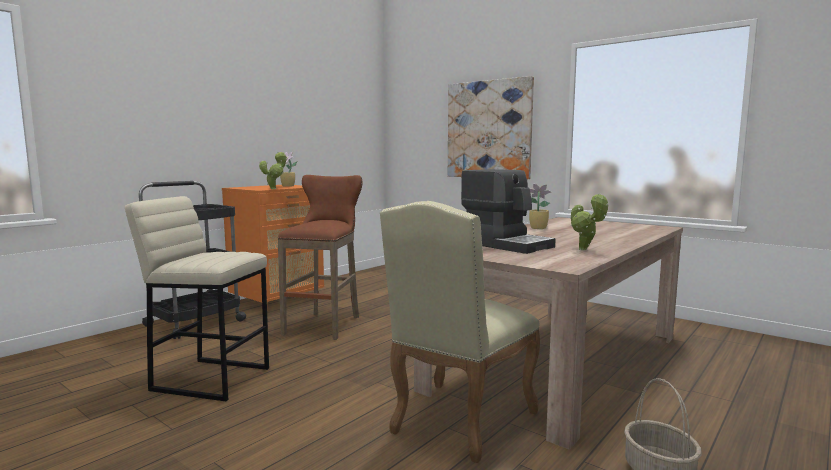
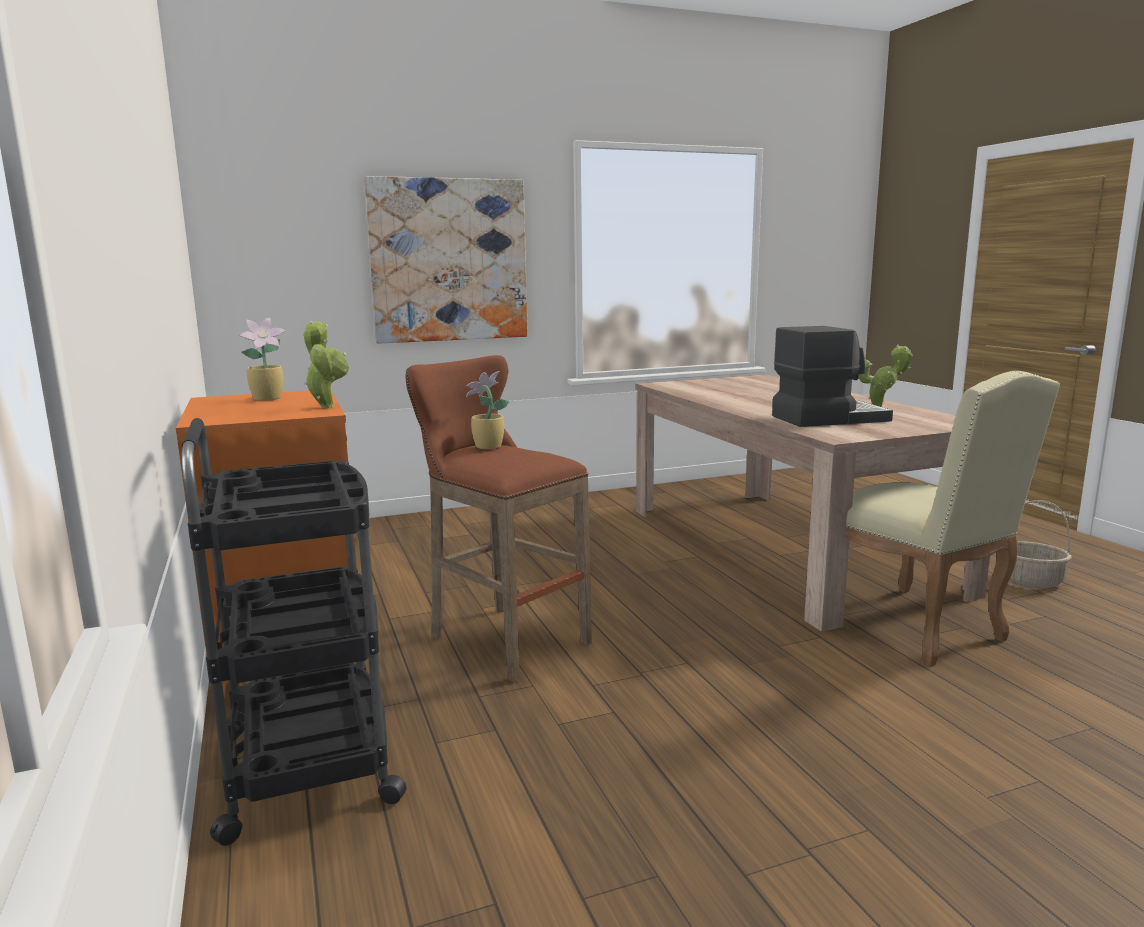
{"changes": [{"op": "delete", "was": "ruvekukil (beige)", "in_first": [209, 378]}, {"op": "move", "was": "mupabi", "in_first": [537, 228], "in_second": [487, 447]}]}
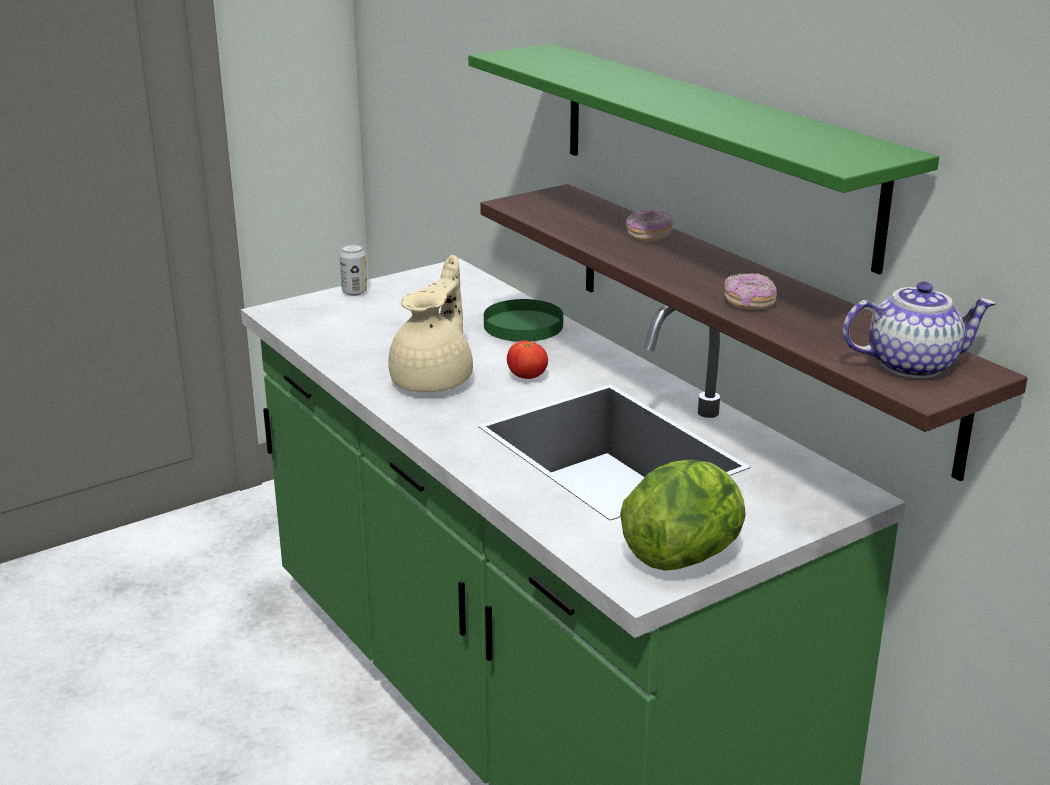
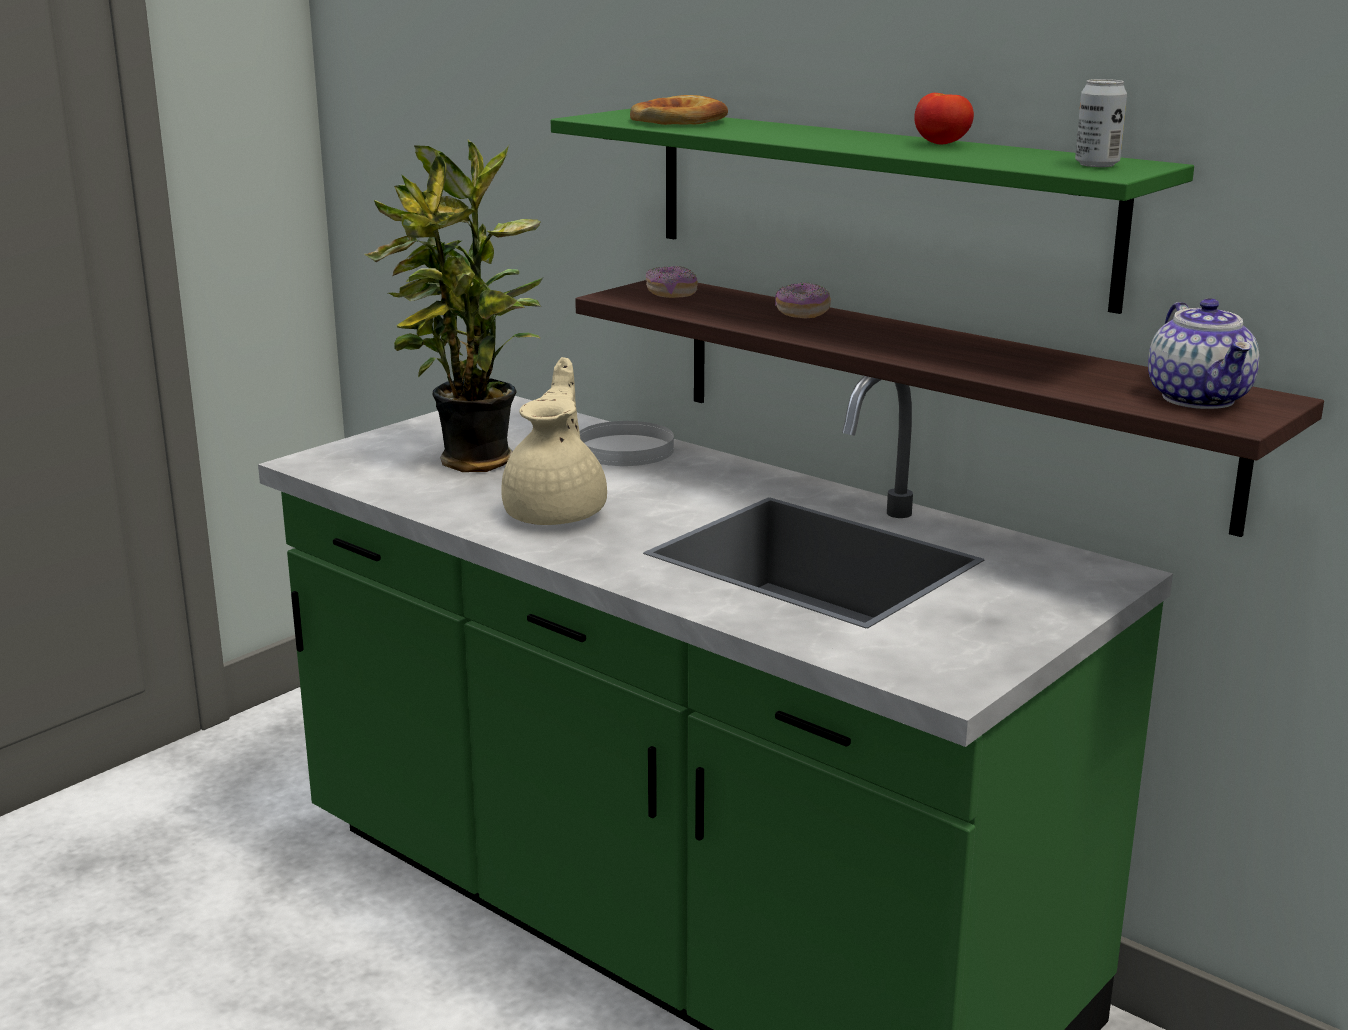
{"changes": [{"op": "delete", "was": "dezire", "in_first": [685, 556]}, {"op": "insert", "now": "mupabi", "in_second": [472, 463]}, {"op": "insert", "now": "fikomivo", "in_second": [679, 121]}, {"op": "move", "was": "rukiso", "in_first": [354, 292], "in_second": [1097, 164]}, {"op": "move", "was": "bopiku", "in_first": [527, 377], "in_second": [942, 144]}, {"op": "move", "was": "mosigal", "in_first": [749, 303], "in_second": [671, 294]}, {"op": "recolor", "was": "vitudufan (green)", "now": "vitudufan (white)", "in_first": [522, 325], "in_second": [624, 450]}, {"op": "rotate", "was": "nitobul", "in_first": [912, 365], "in_second": [1200, 399], "clockwise": 105}]}
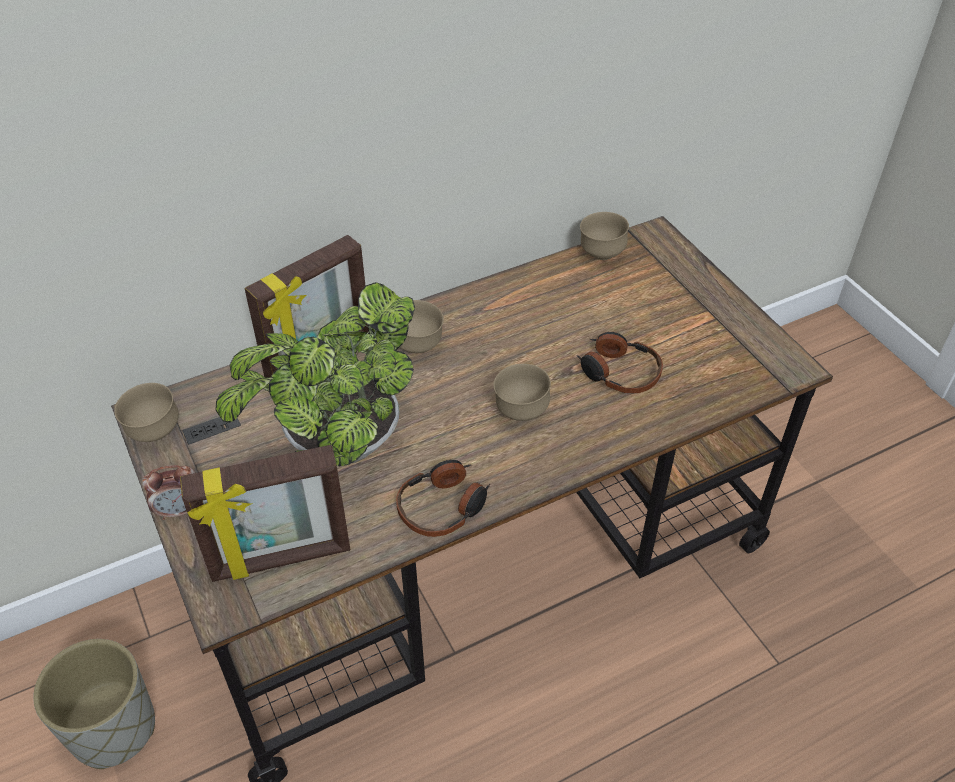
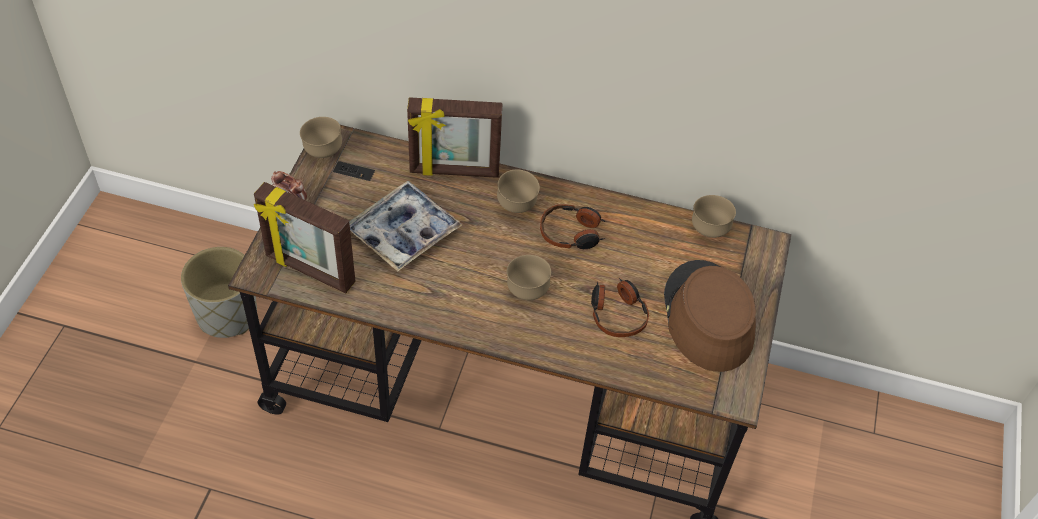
{"changes": [{"op": "insert", "now": "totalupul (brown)", "in_second": [707, 317]}, {"op": "move", "was": "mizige", "in_first": [443, 506], "in_second": [572, 233]}, {"op": "replace", "was": "mupabi", "now": "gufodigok", "in_first": [337, 447], "in_second": [403, 232]}]}
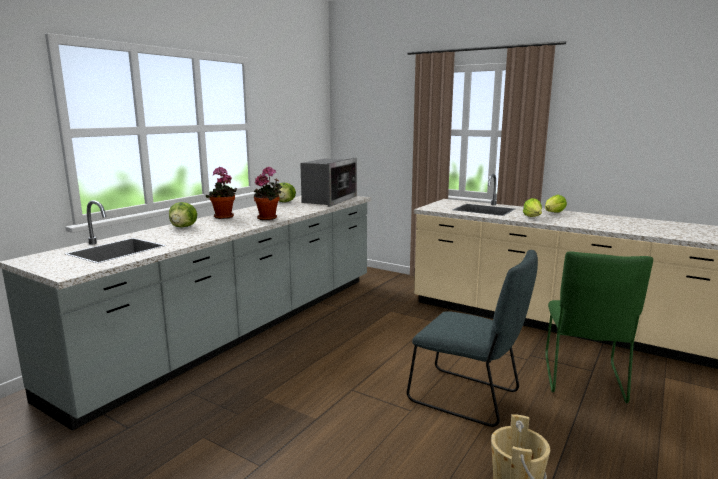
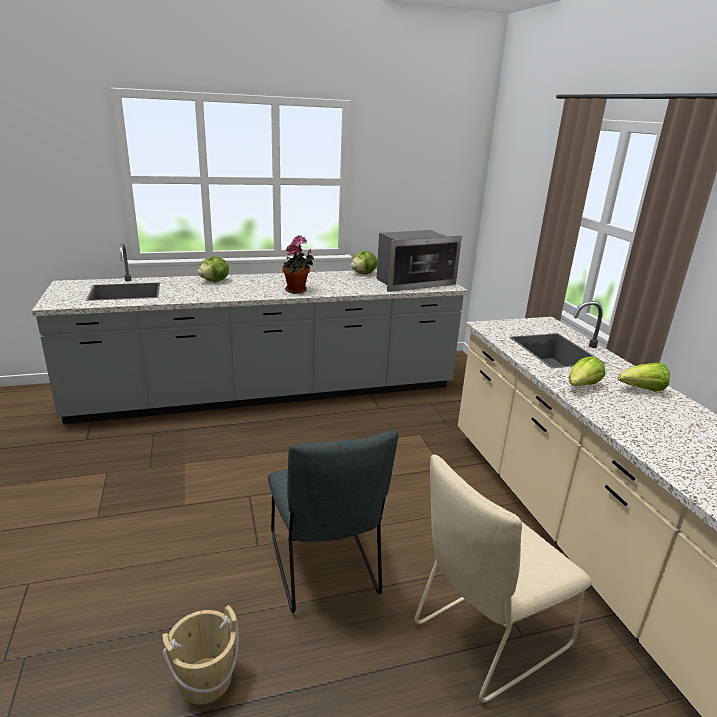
{"changes": [{"op": "delete", "was": "mupabi", "in_first": [223, 217]}, {"op": "recolor", "was": "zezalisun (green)", "now": "zezalisun (beige)", "in_first": [583, 380], "in_second": [486, 638]}]}
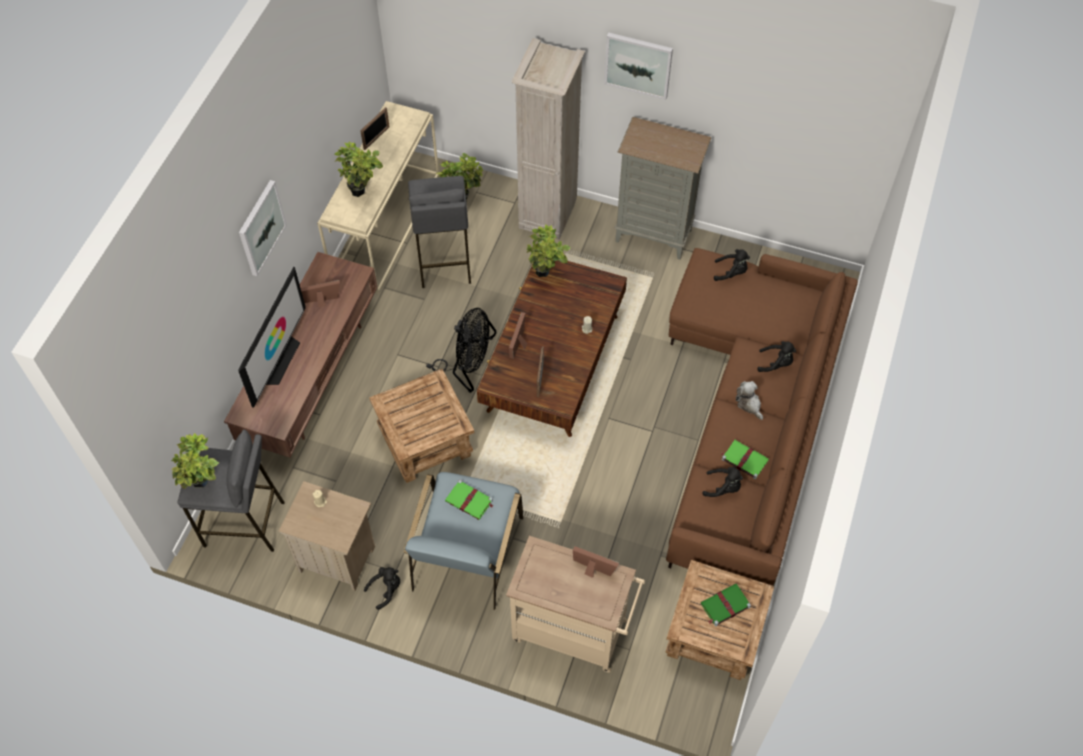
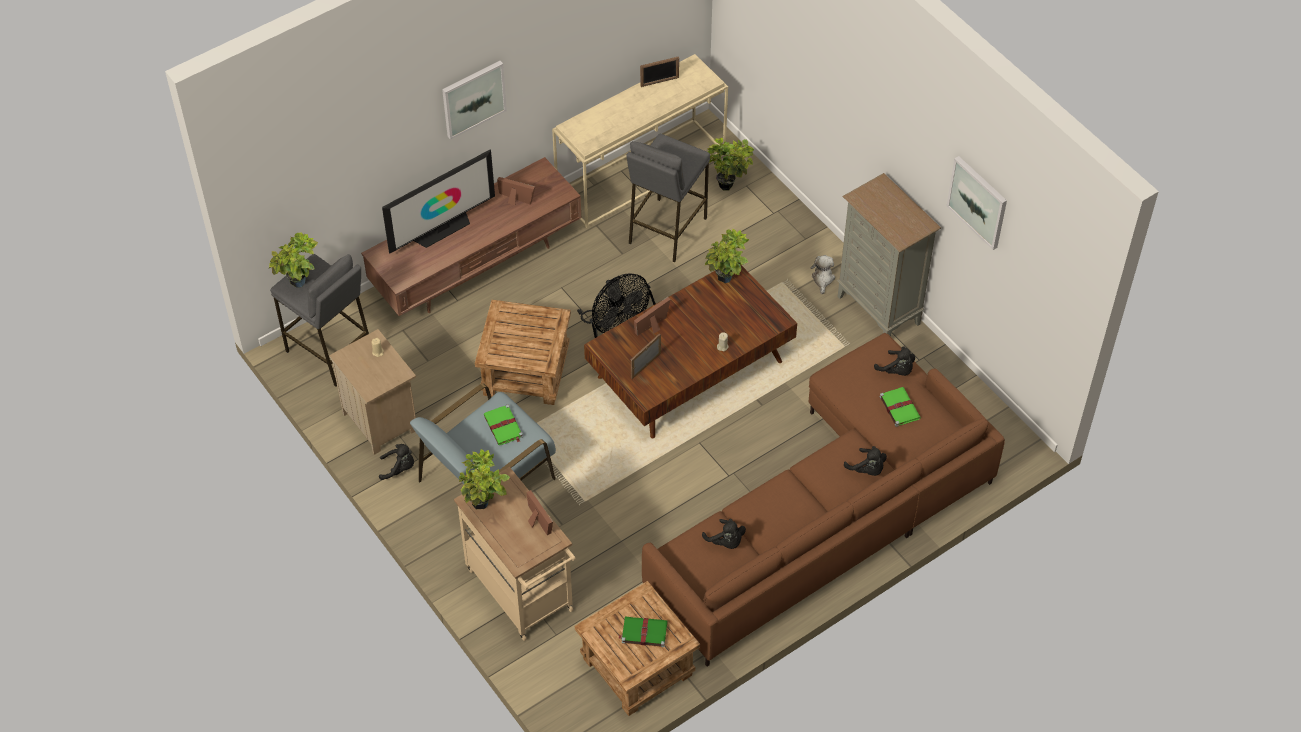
{"changes": [{"op": "delete", "was": "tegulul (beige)", "in_first": [548, 214]}, {"op": "move", "was": "mupabi", "in_first": [362, 191], "in_second": [484, 505]}, {"op": "move", "was": "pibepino", "in_first": [638, 64], "in_second": [978, 202]}, {"op": "move", "was": "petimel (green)", "in_first": [744, 459], "in_second": [899, 407]}, {"op": "move", "was": "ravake", "in_first": [749, 404], "in_second": [822, 279]}]}
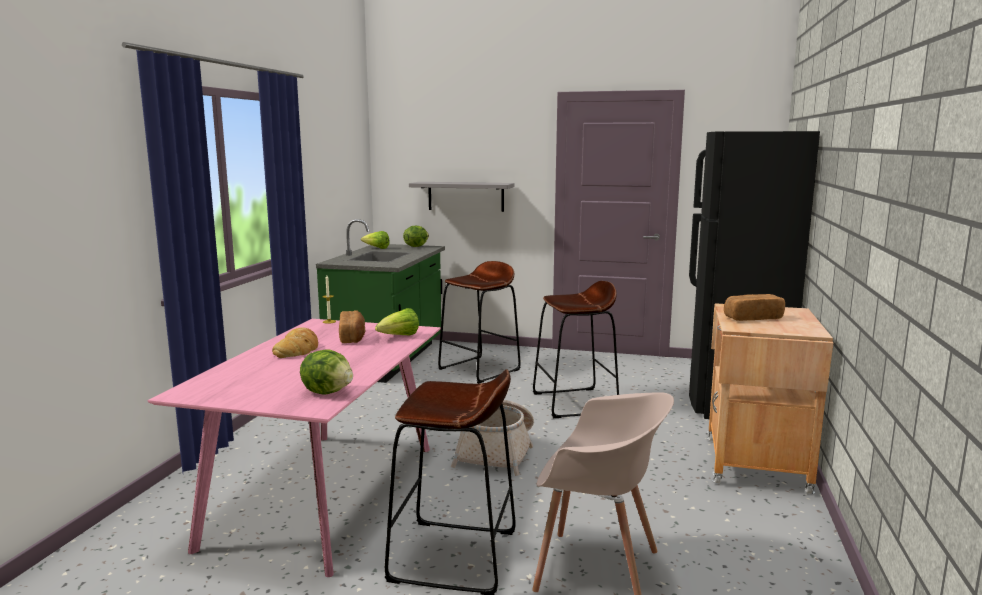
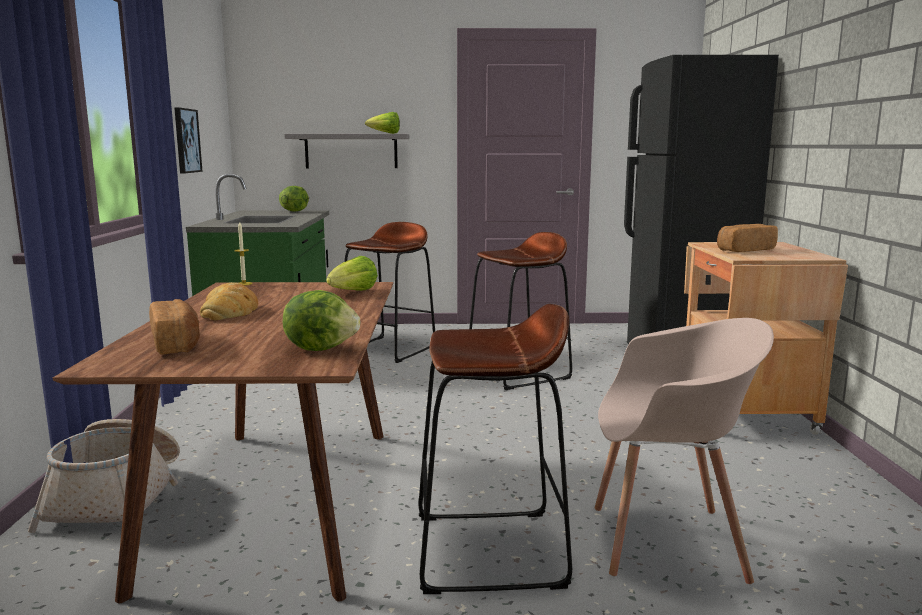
{"changes": [{"op": "insert", "now": "pibepino", "in_second": [186, 140]}, {"op": "move", "was": "fikomivo", "in_first": [352, 337], "in_second": [176, 344]}, {"op": "move", "was": "dezire", "in_first": [377, 248], "in_second": [385, 133]}, {"op": "move", "was": "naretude", "in_first": [496, 452], "in_second": [117, 498]}, {"op": "recolor", "was": "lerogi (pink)", "now": "lerogi (brown)", "in_first": [325, 493], "in_second": [276, 500]}]}
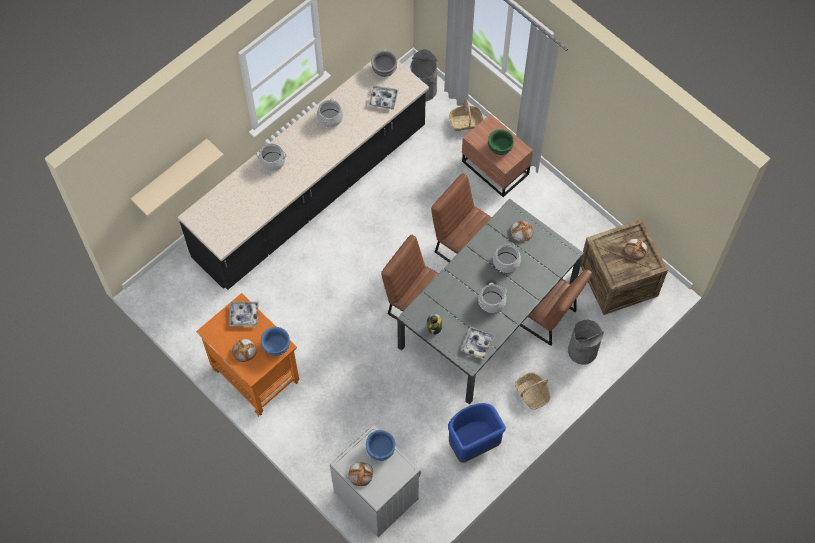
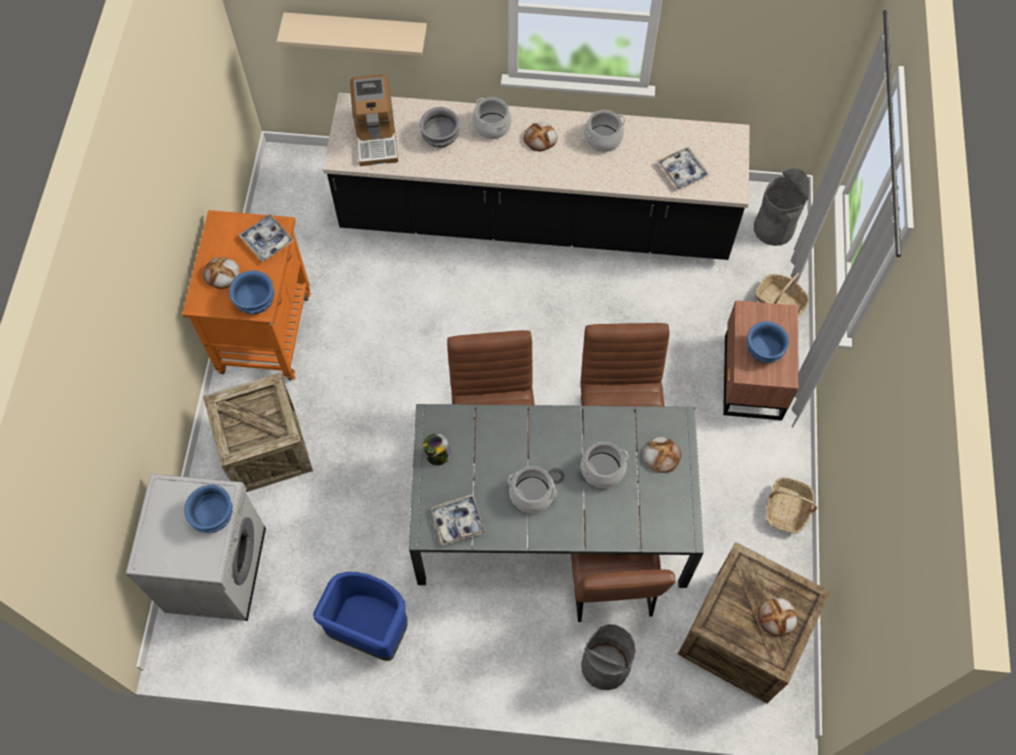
{"changes": [{"op": "insert", "now": "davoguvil", "in_second": [266, 449]}, {"op": "insert", "now": "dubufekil", "in_second": [376, 136]}, {"op": "move", "was": "fikomivo", "in_first": [361, 474], "in_second": [540, 138]}, {"op": "move", "was": "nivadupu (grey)", "in_first": [384, 69], "in_second": [440, 137]}, {"op": "move", "was": "naretude", "in_first": [532, 393], "in_second": [787, 509]}, {"op": "recolor", "was": "nivadupu (green)", "now": "nivadupu (blue)", "in_first": [499, 147], "in_second": [763, 349]}]}
